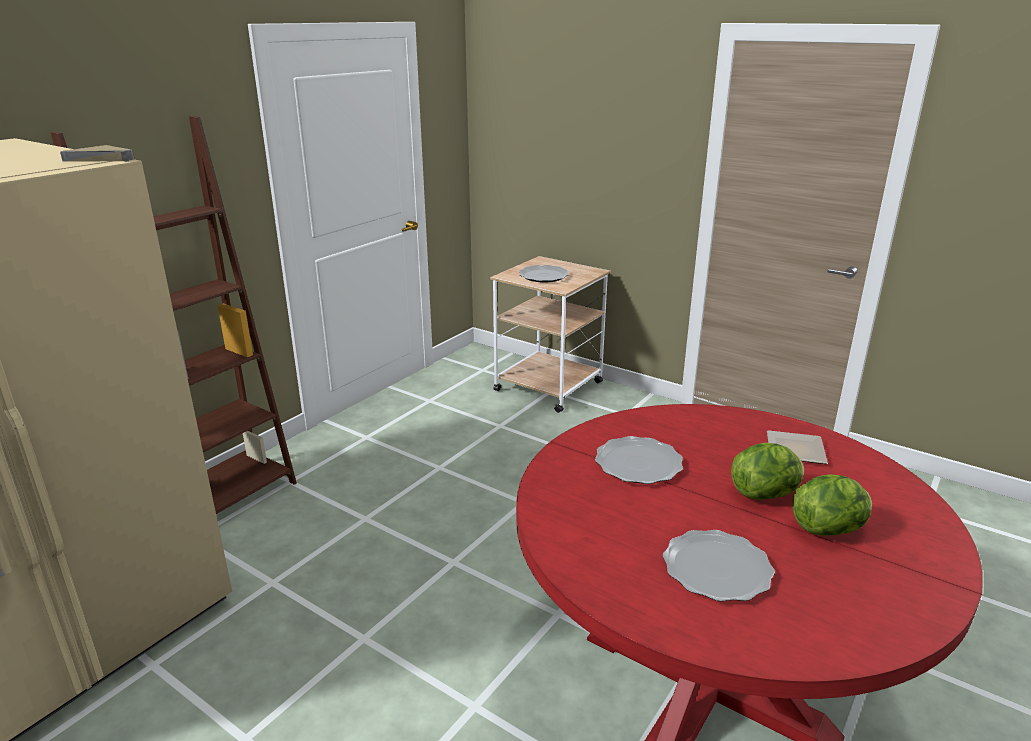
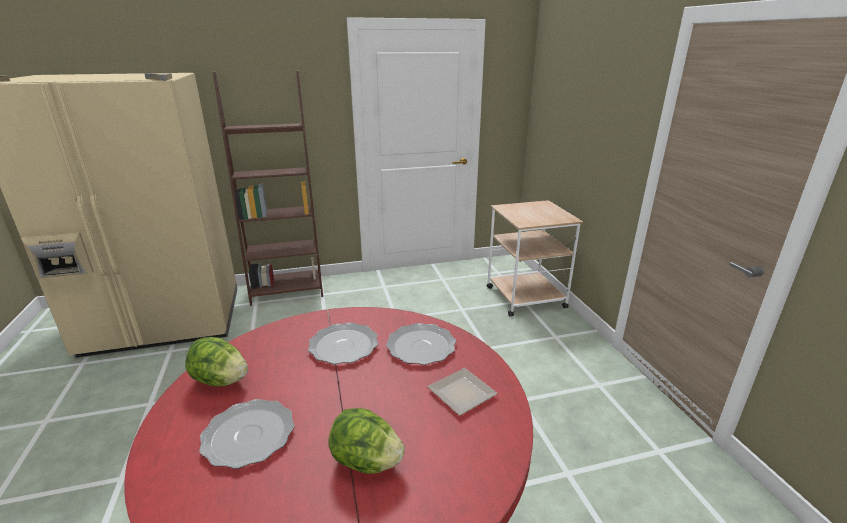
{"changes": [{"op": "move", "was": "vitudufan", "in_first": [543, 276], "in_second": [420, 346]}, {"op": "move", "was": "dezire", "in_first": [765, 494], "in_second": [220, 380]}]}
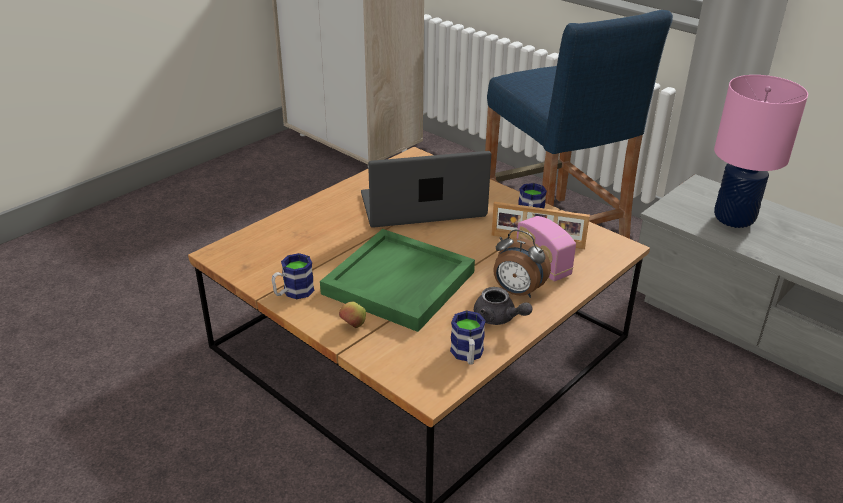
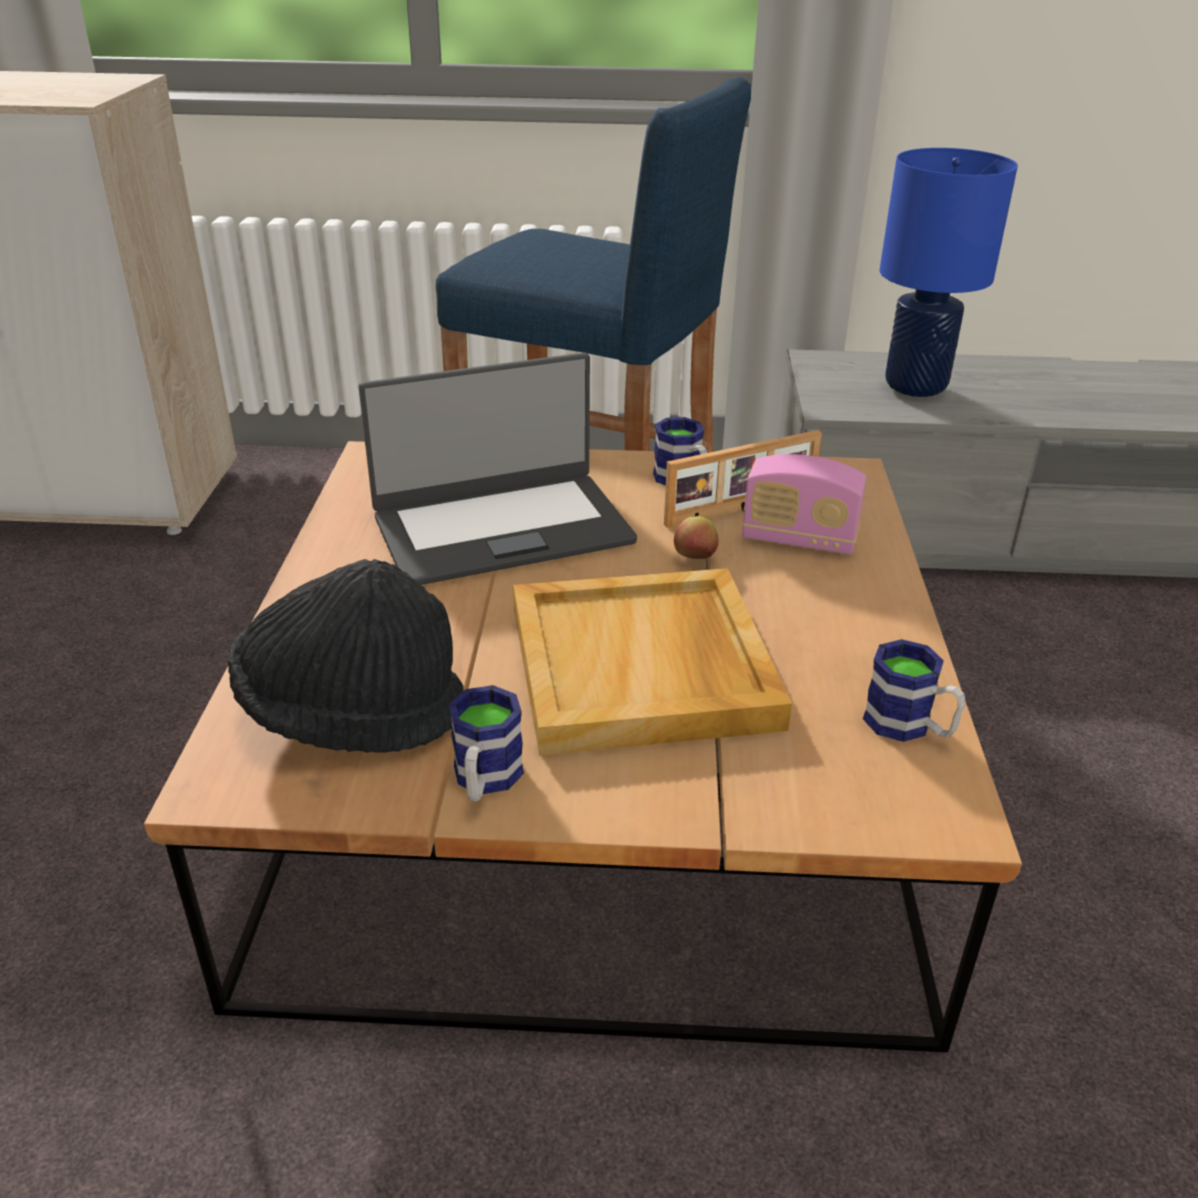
{"changes": [{"op": "delete", "was": "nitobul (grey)", "in_first": [498, 318]}, {"op": "delete", "was": "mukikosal", "in_first": [517, 292]}, {"op": "insert", "now": "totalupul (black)", "in_second": [352, 713]}, {"op": "move", "was": "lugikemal", "in_first": [353, 325], "in_second": [694, 558]}, {"op": "recolor", "was": "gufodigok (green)", "now": "gufodigok (beige)", "in_first": [399, 284], "in_second": [644, 667]}, {"op": "recolor", "was": "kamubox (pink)", "now": "kamubox (blue)", "in_first": [733, 221], "in_second": [914, 389]}, {"op": "rotate", "was": "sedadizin", "in_first": [423, 207], "in_second": [501, 528], "clockwise": -150}]}
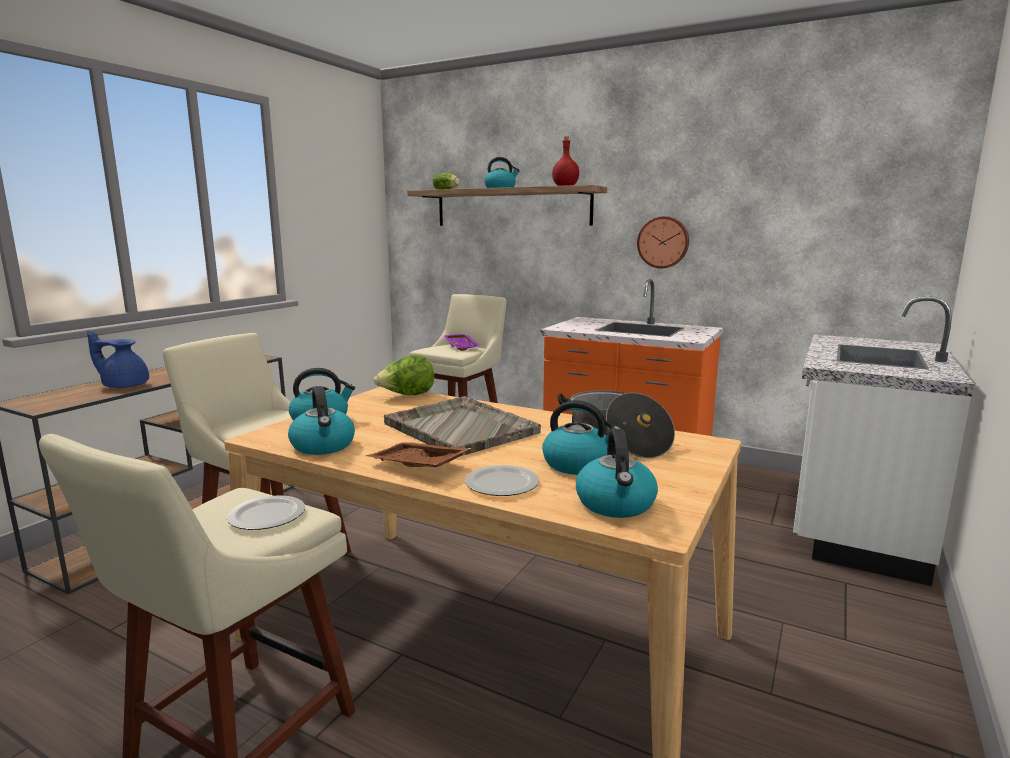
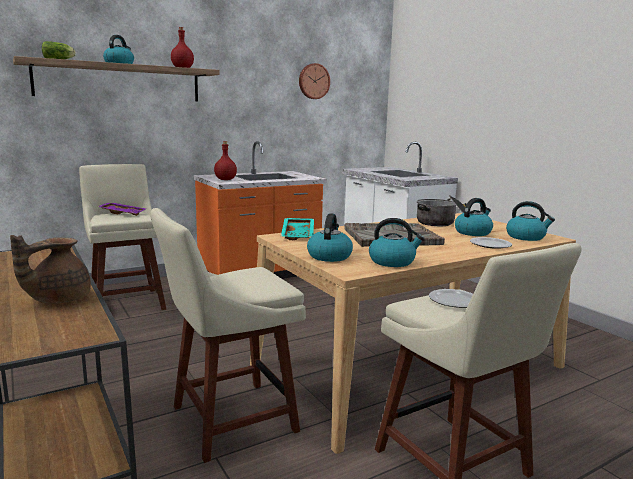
{"changes": [{"op": "delete", "was": "gufodigok (brown)", "in_first": [417, 466]}, {"op": "insert", "now": "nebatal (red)", "in_second": [226, 180]}, {"op": "move", "was": "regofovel", "in_first": [663, 242], "in_second": [313, 81]}, {"op": "replace", "was": "dezire", "now": "gufodigok (turquoise)", "in_first": [407, 396], "in_second": [299, 235]}, {"op": "recolor", "was": "nitobul (blue)", "now": "nitobul (brown)", "in_first": [124, 385], "in_second": [58, 299]}]}
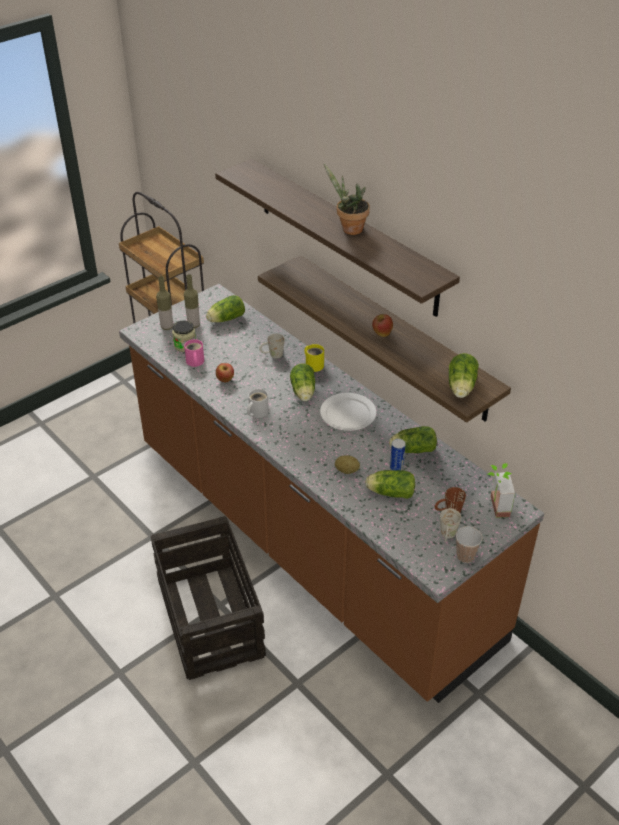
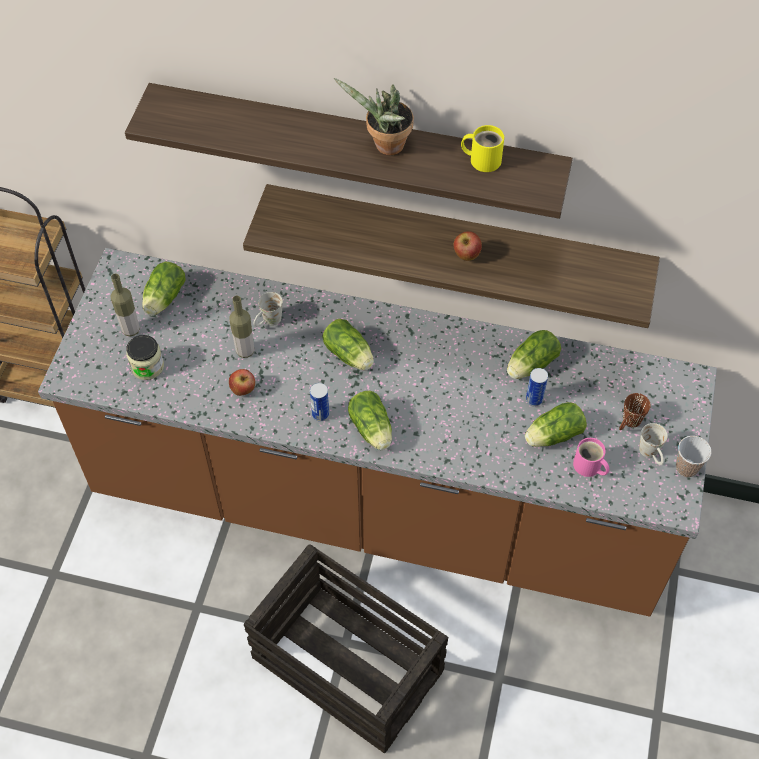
{"changes": [{"op": "delete", "was": "vitudufan (white)", "in_first": [348, 414]}, {"op": "delete", "was": "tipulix", "in_first": [347, 470]}, {"op": "delete", "was": "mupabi", "in_first": [494, 506]}, {"op": "move", "was": "nebatal", "in_first": [167, 327], "in_second": [245, 351]}, {"op": "move", "was": "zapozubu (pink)", "in_first": [194, 362], "in_second": [588, 467]}, {"op": "move", "was": "zapozubu (yellow)", "in_first": [314, 364], "in_second": [483, 159]}, {"op": "move", "was": "dezire", "in_first": [461, 388], "in_second": [372, 430]}, {"op": "replace", "was": "zapozubu (white)", "now": "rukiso", "in_first": [257, 412], "in_second": [320, 414]}]}
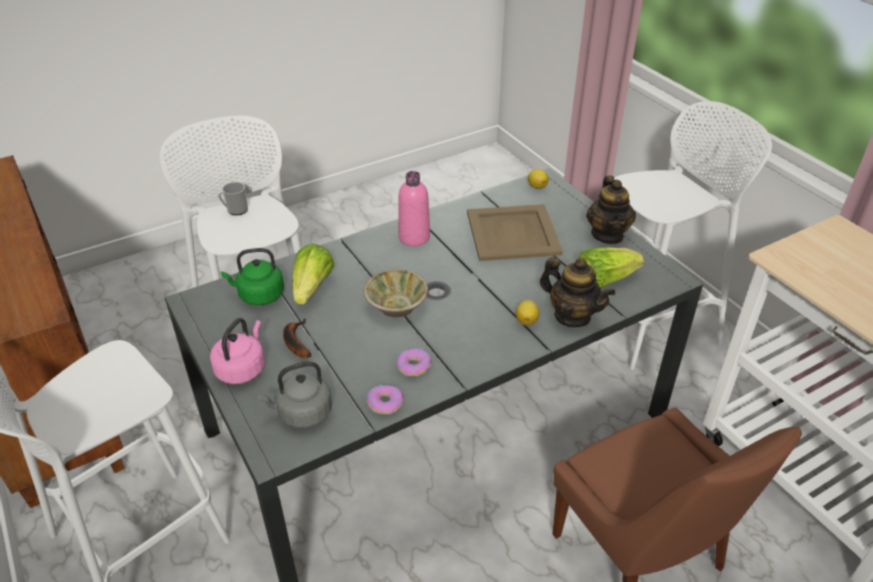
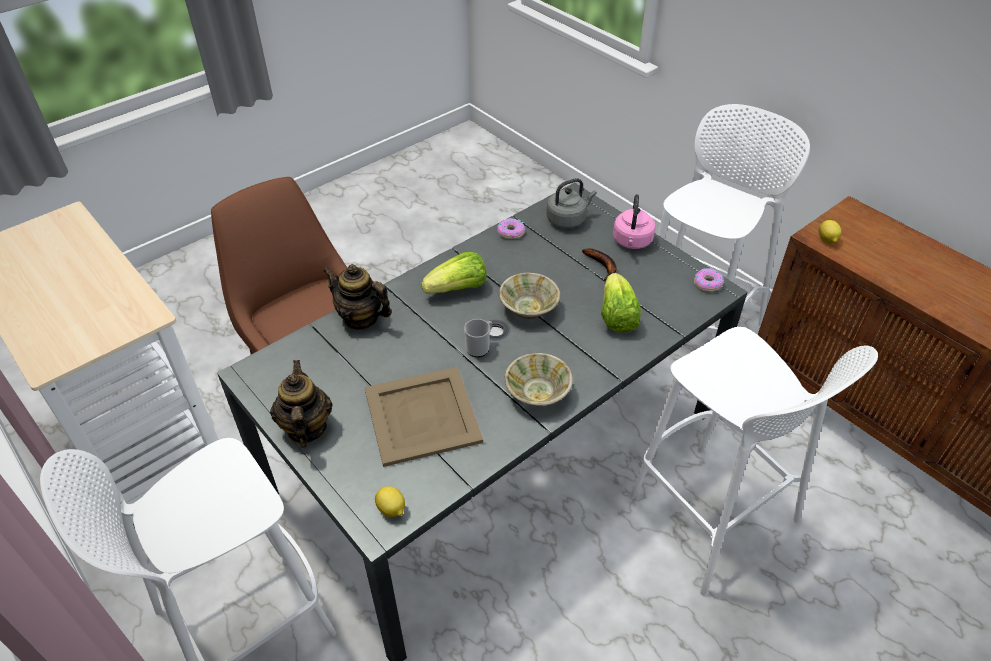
{"changes": [{"op": "delete", "was": "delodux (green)", "in_first": [259, 295]}, {"op": "move", "was": "zapozubu", "in_first": [235, 210], "in_second": [479, 347]}, {"op": "move", "was": "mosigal", "in_first": [414, 366], "in_second": [707, 283]}, {"op": "move", "was": "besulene", "in_first": [526, 321], "in_second": [826, 240]}, {"op": "move", "was": "dezire", "in_first": [603, 280], "in_second": [458, 289]}, {"op": "replace", "was": "nebatal (pink)", "now": "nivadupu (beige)", "in_first": [414, 237], "in_second": [537, 393]}]}
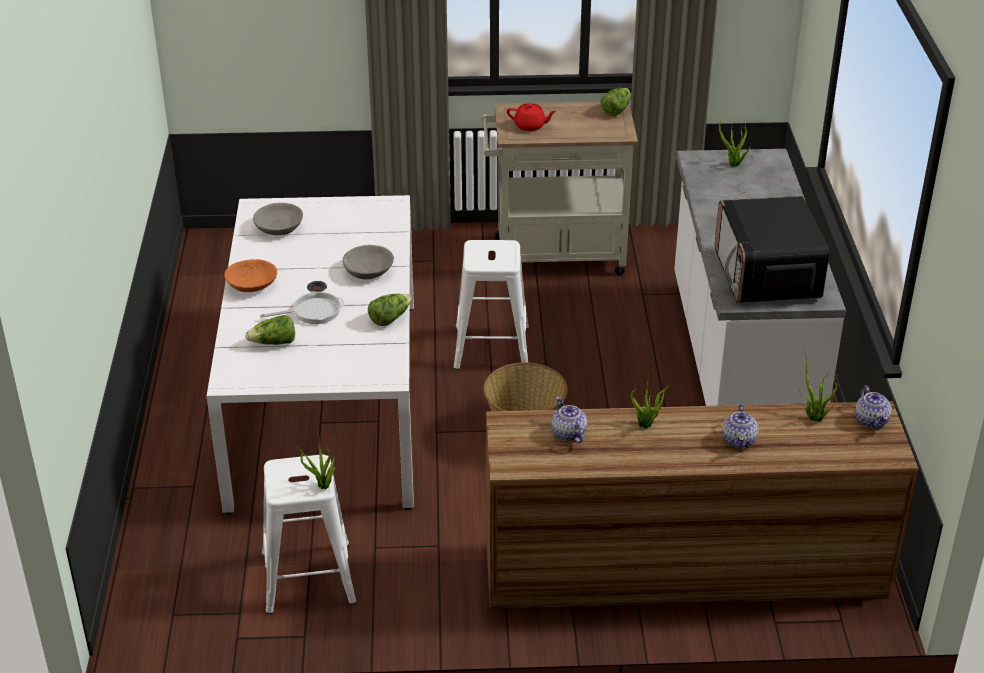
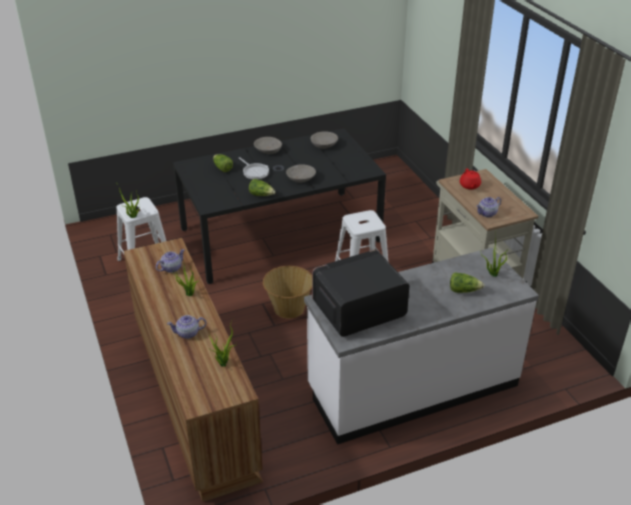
{"changes": [{"op": "move", "was": "dezire", "in_first": [616, 110], "in_second": [464, 290]}, {"op": "move", "was": "nitobul", "in_first": [871, 420], "in_second": [487, 213]}, {"op": "recolor", "was": "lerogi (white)", "now": "lerogi (black)", "in_first": [325, 401], "in_second": [280, 235]}, {"op": "recolor", "was": "nivadupu (orange)", "now": "nivadupu (grey)", "in_first": [252, 285], "in_second": [268, 150]}]}
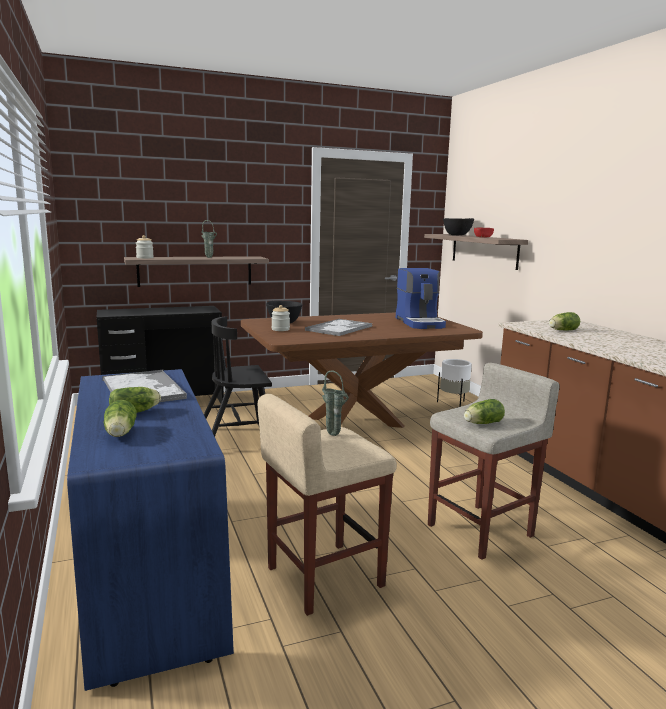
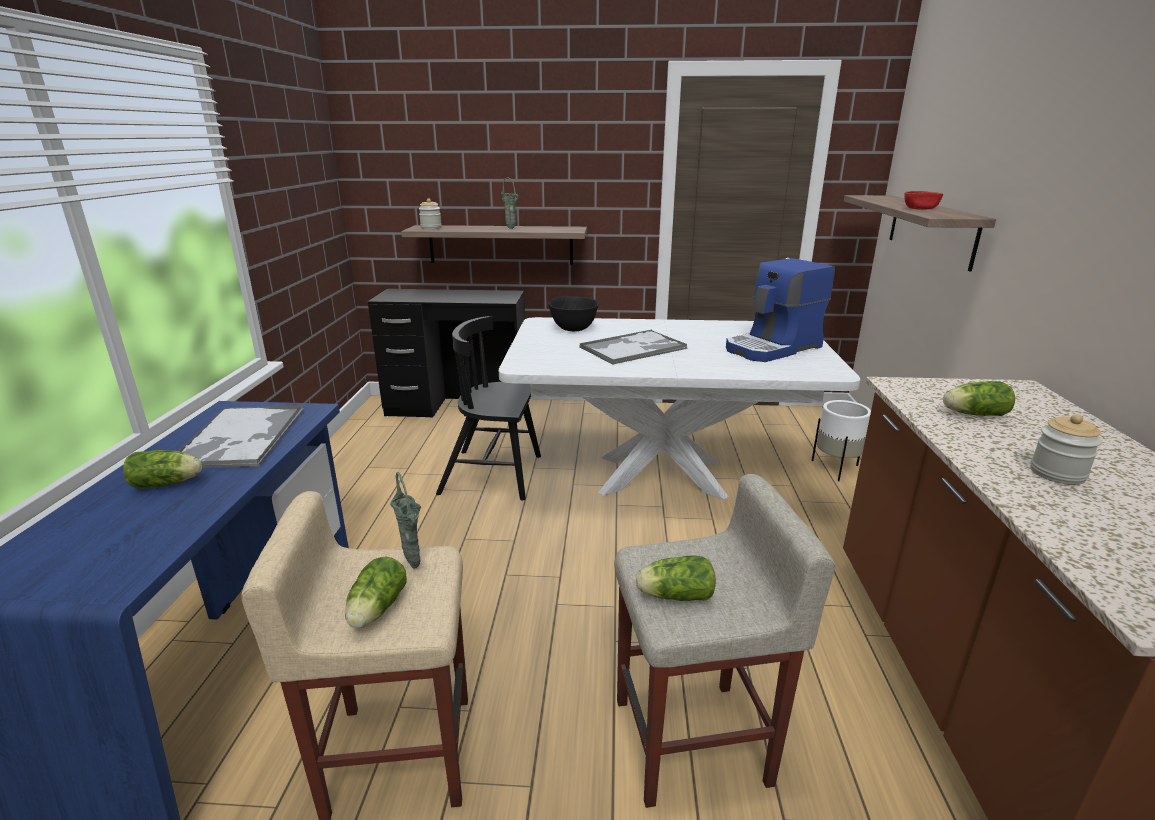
{"changes": [{"op": "delete", "was": "nivadupu (black)", "in_first": [457, 235]}, {"op": "move", "was": "dezire", "in_first": [120, 434], "in_second": [375, 611]}, {"op": "move", "was": "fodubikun", "in_first": [280, 329], "in_second": [1057, 474]}, {"op": "recolor", "was": "lerogi (brown)", "now": "lerogi (white)", "in_first": [355, 422], "in_second": [661, 477]}, {"op": "rotate", "was": "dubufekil", "in_first": [420, 323], "in_second": [773, 348], "clockwise": 45}]}
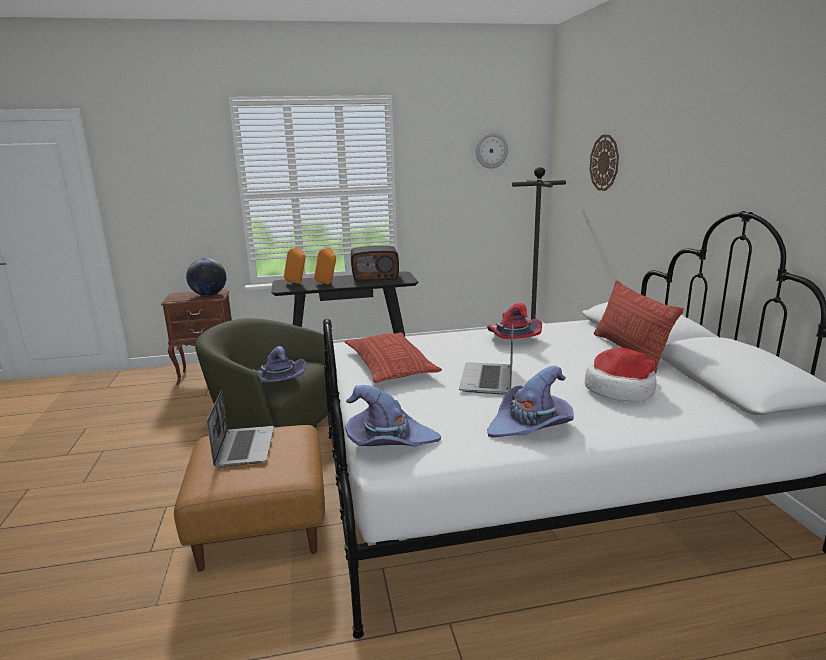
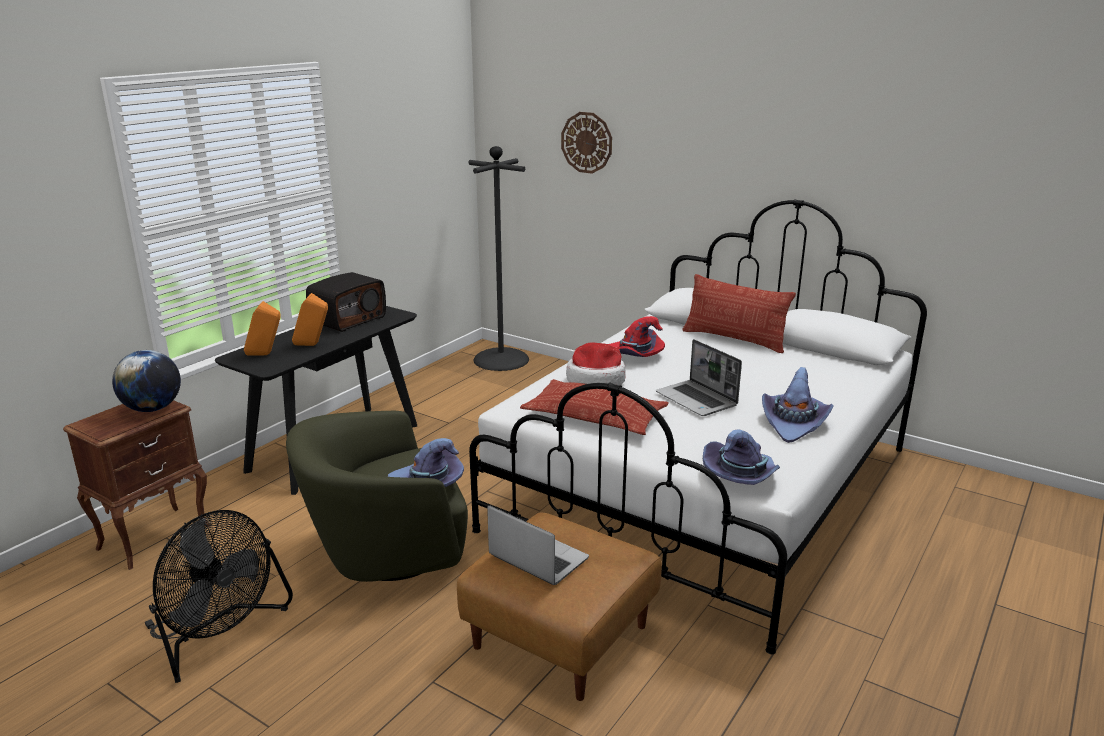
{"changes": [{"op": "delete", "was": "regofovel", "in_first": [491, 150]}, {"op": "insert", "now": "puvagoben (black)", "in_second": [214, 635]}, {"op": "move", "was": "totalupul", "in_first": [620, 390], "in_second": [596, 380]}]}
